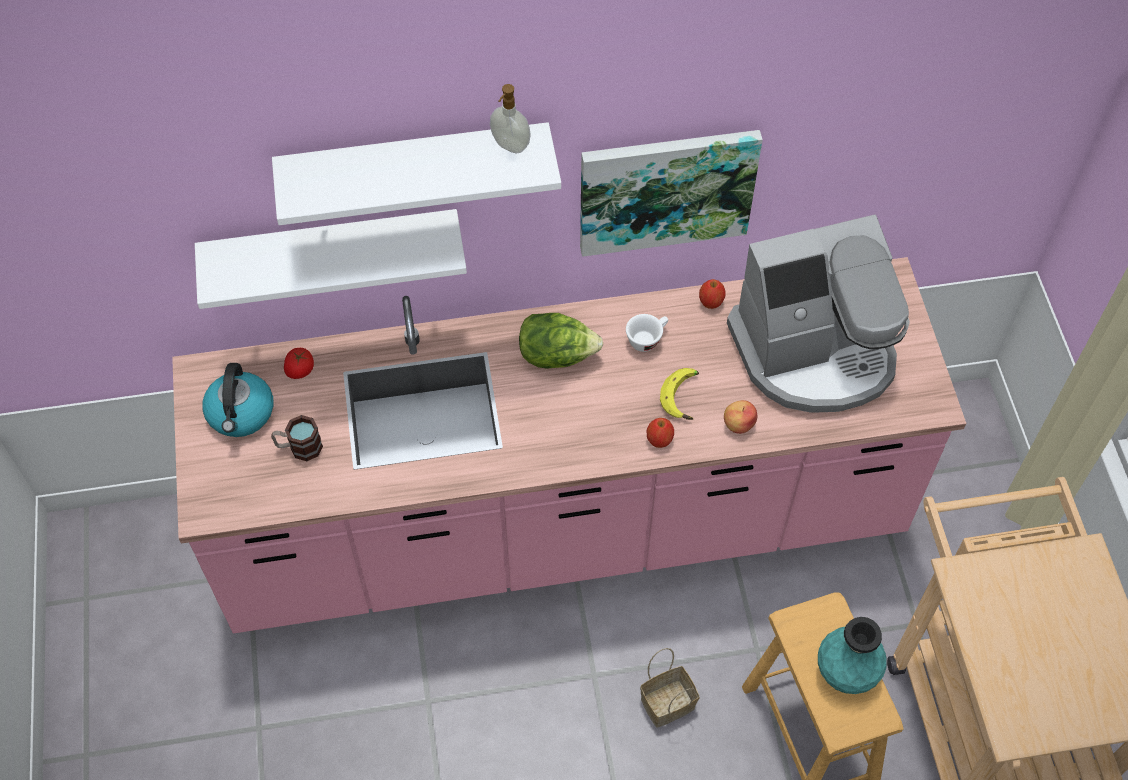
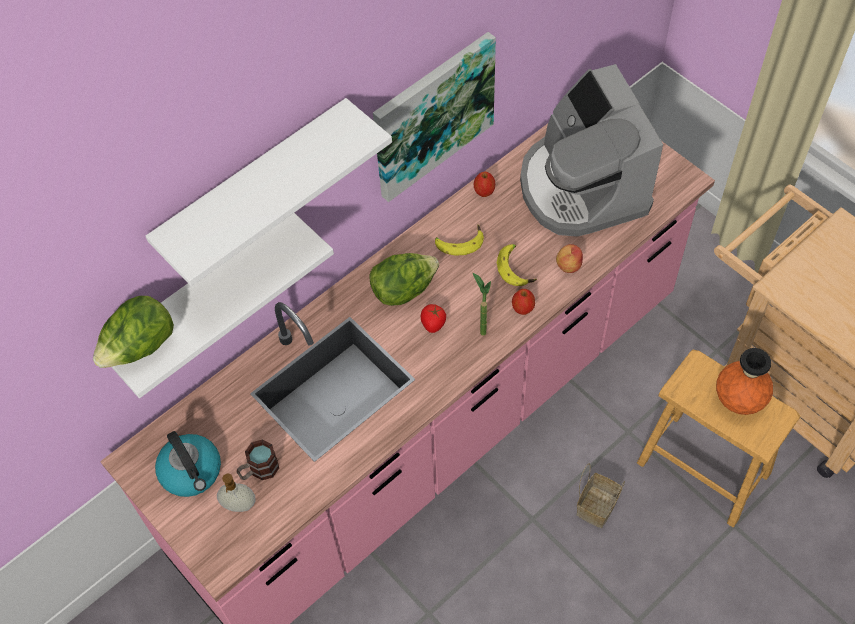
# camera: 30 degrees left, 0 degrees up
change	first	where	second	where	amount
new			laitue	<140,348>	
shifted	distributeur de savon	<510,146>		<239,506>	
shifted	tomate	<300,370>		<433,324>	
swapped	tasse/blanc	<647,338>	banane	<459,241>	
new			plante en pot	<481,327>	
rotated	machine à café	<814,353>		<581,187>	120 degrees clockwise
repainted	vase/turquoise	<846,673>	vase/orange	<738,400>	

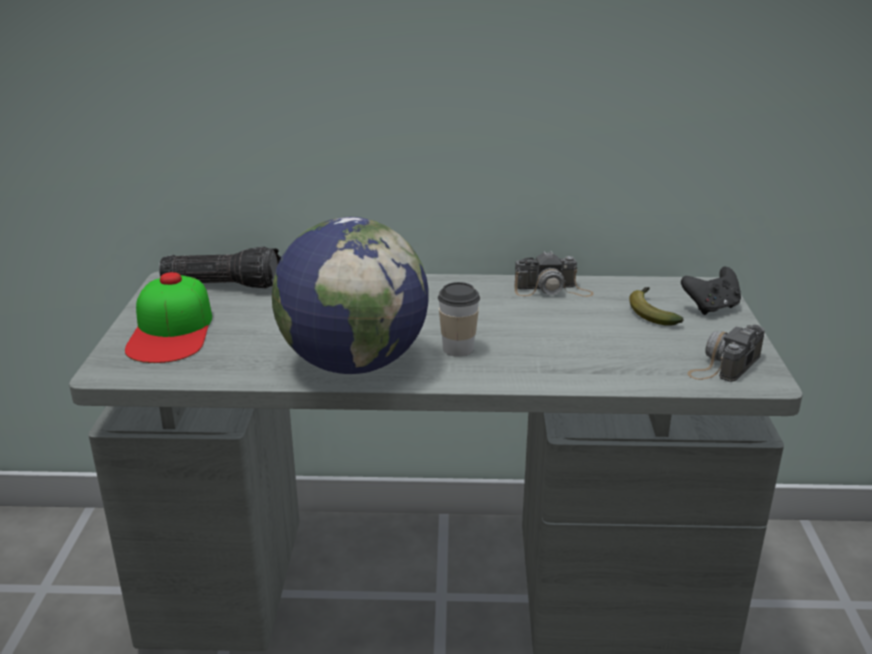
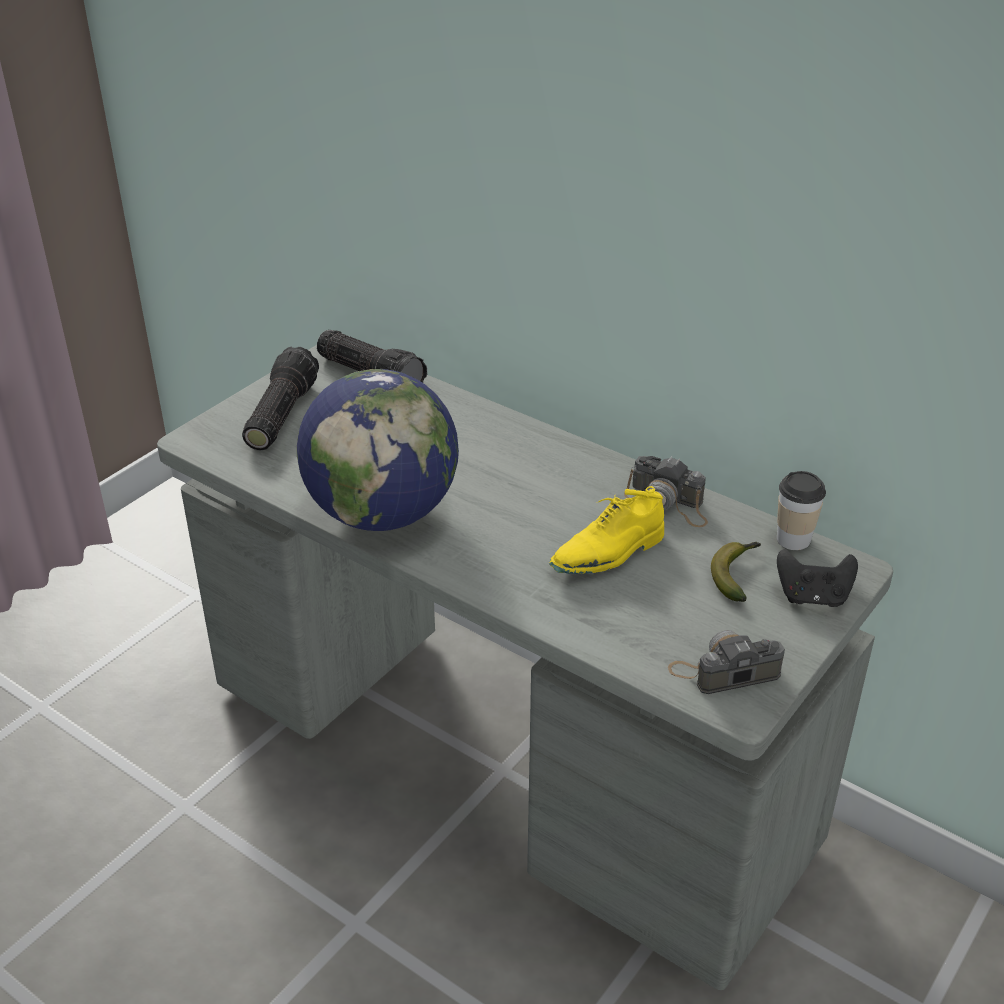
# camera: 35 degrees right, 10 degrees up
change	first	where	second	where	amount
swapped	casquette	<171,330>	lampe de poche	<279,414>	
new			chaussure/jaune	<608,554>	
shifted	tasse	<458,348>		<793,539>	

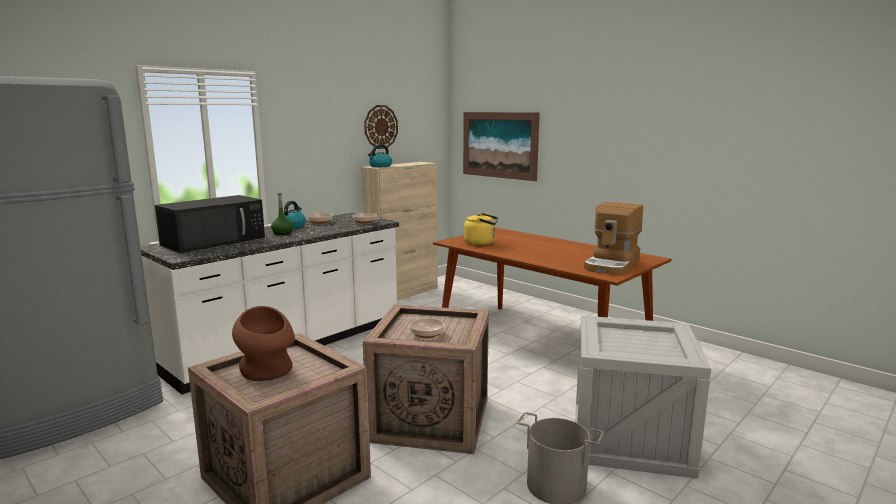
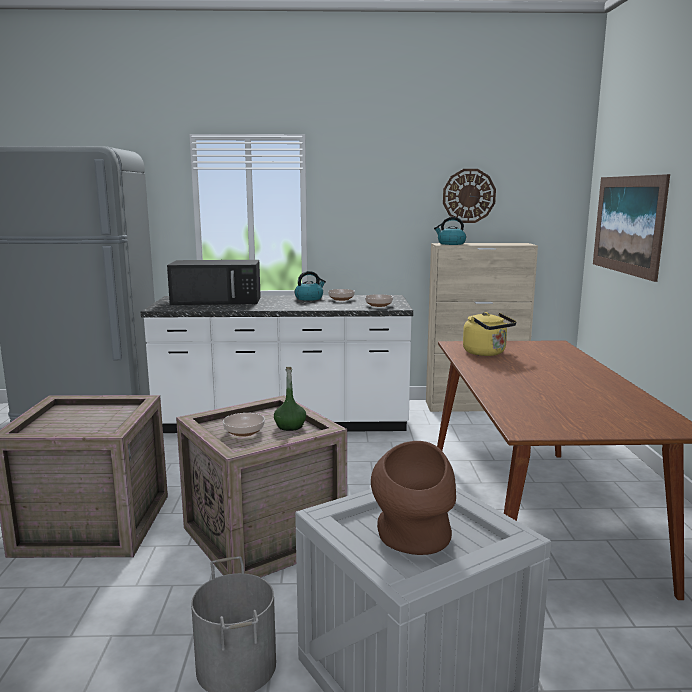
# camera: 45 degrees right, 0 degrees up
change	first	where	second	where	amount
shifted	bouteille/vert	<282,233>		<290,426>	
shifted	vase/marron	<267,373>		<413,541>	
gone	machine à café	<612,265>			

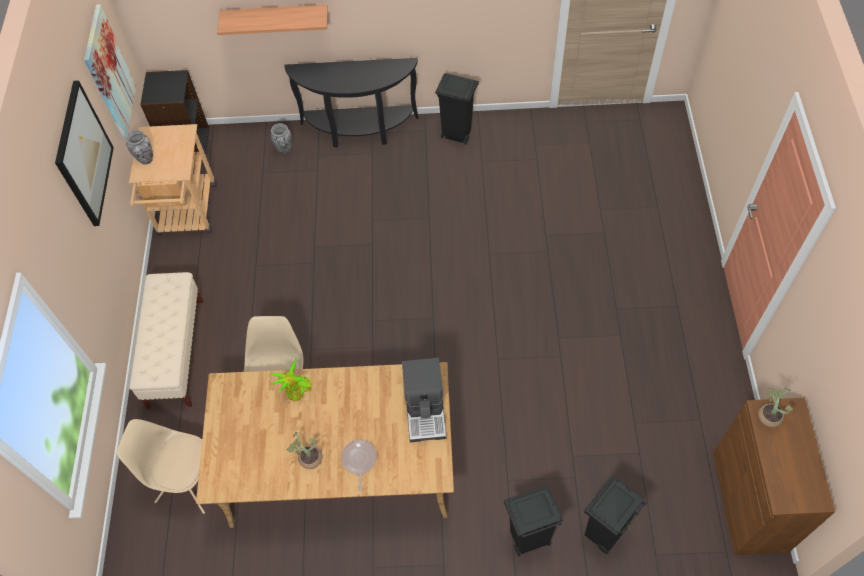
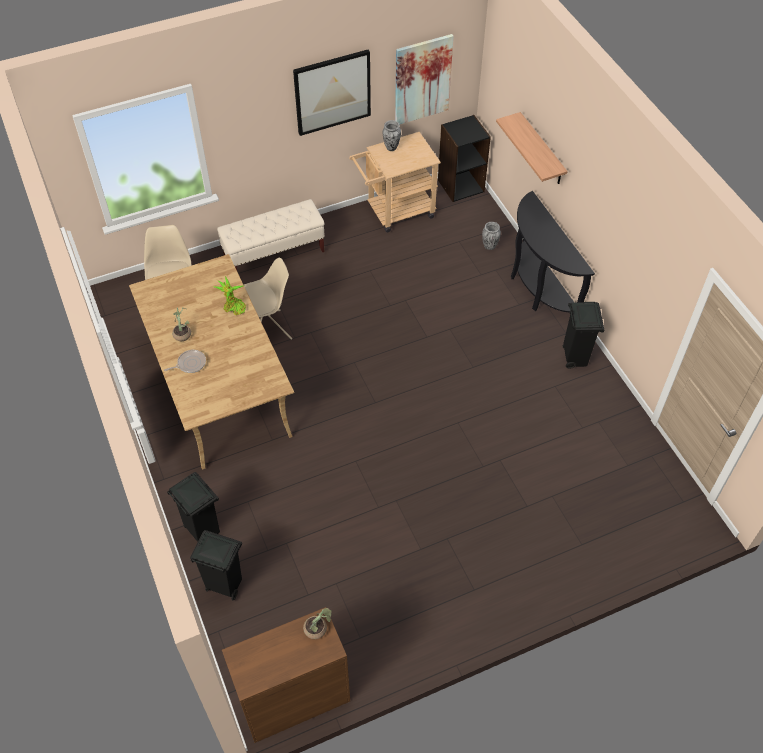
# camera: 65 degrees right, 5 degrees down
change	first	where	second	where	amount
gone	machine à café	<426,410>			

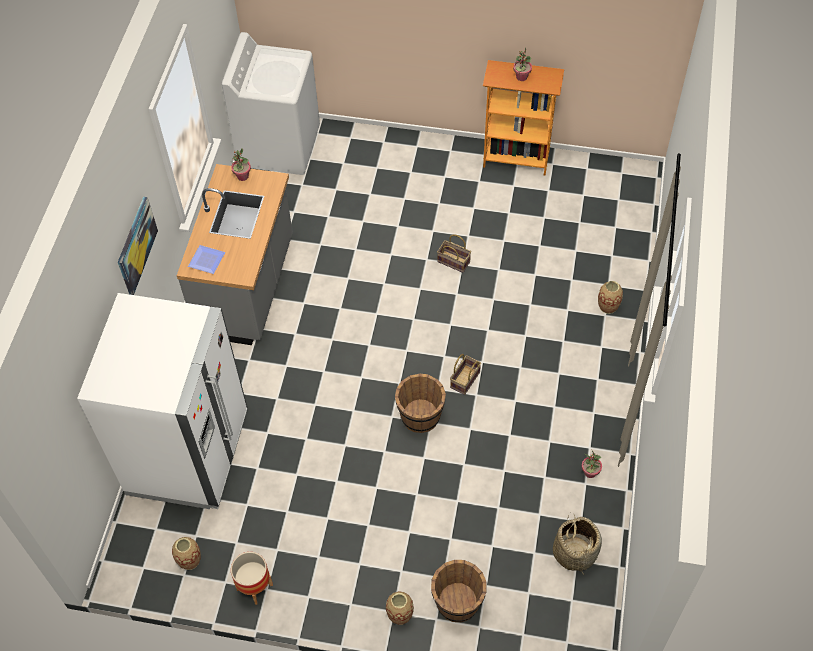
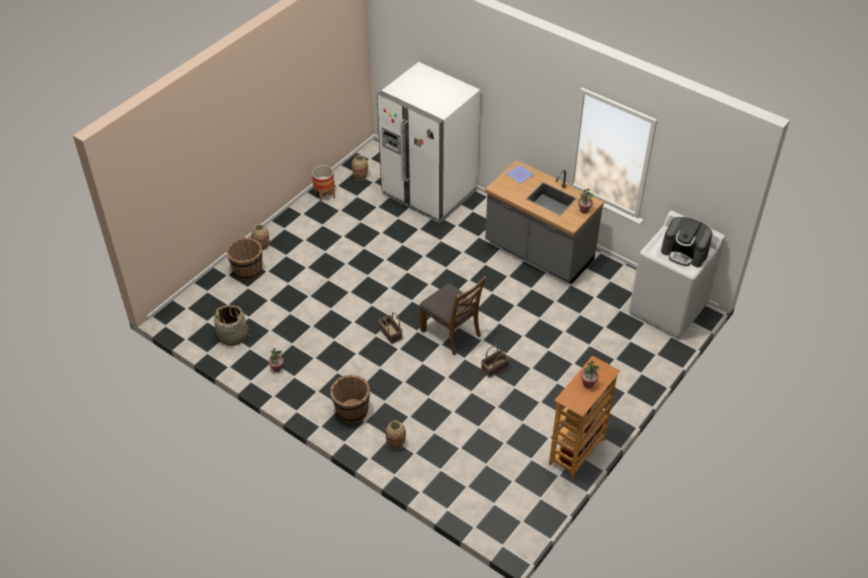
# camera: 115 degrees right, 10 degrees down
change	first	where	second	where	amount
shifted	seau/marron	<420,417>		<352,411>	
new			chaise/marron	<451,333>	
new			machine à café	<684,252>	
gone	tableau	<136,245>			

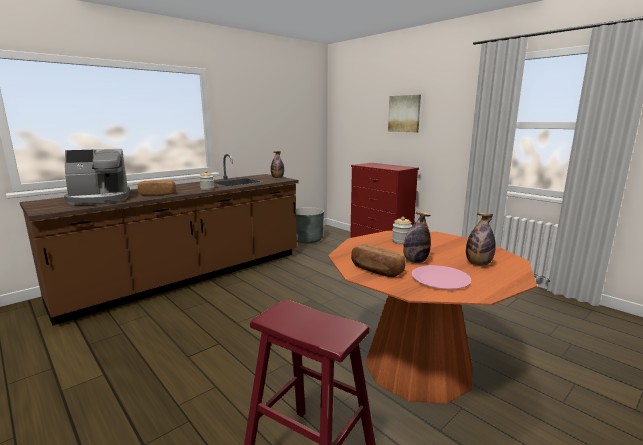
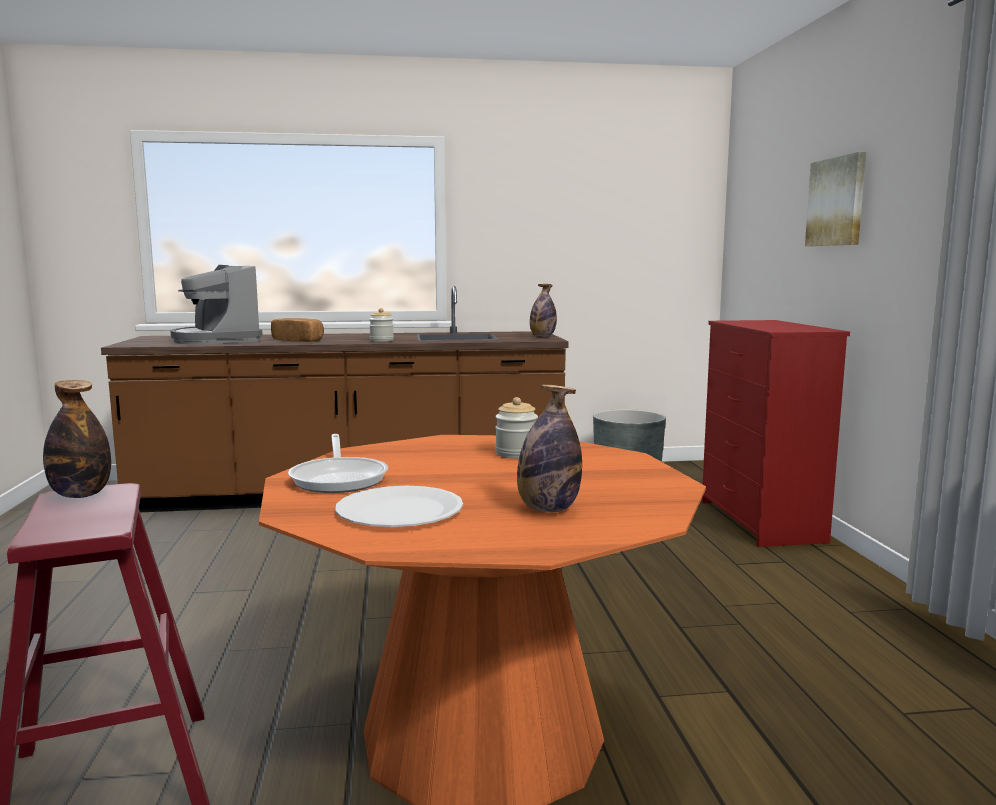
# camera: 35 degrees right, 5 degrees down
change	first	where	second	where	amount
shifted	bouteille	<415,261>		<81,495>	
rotated	machine à café	<99,199>		<217,340>	45 degrees clockwise
swapped	pain	<376,270>	poêle	<340,478>	
repainted	assiette/rose	<440,279>	assiette/blanc	<400,510>	

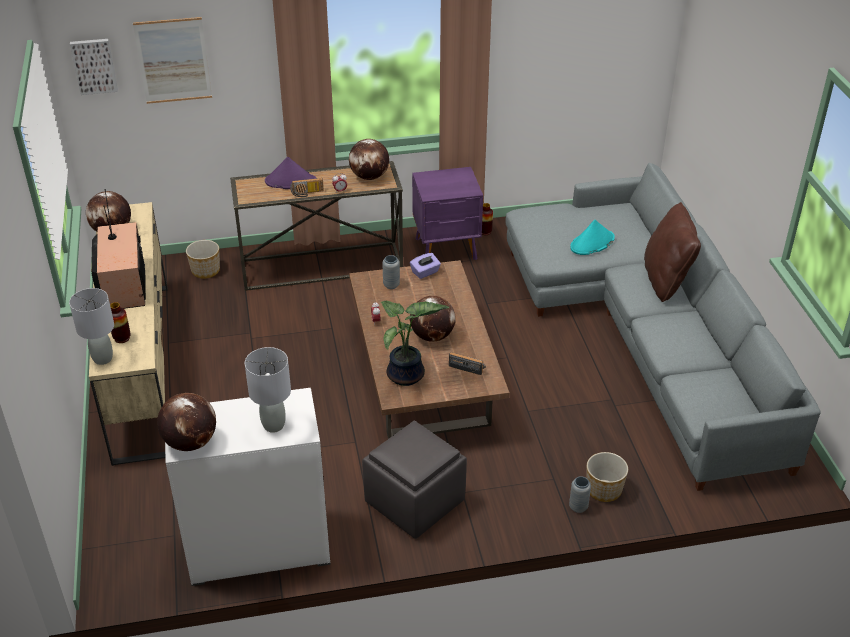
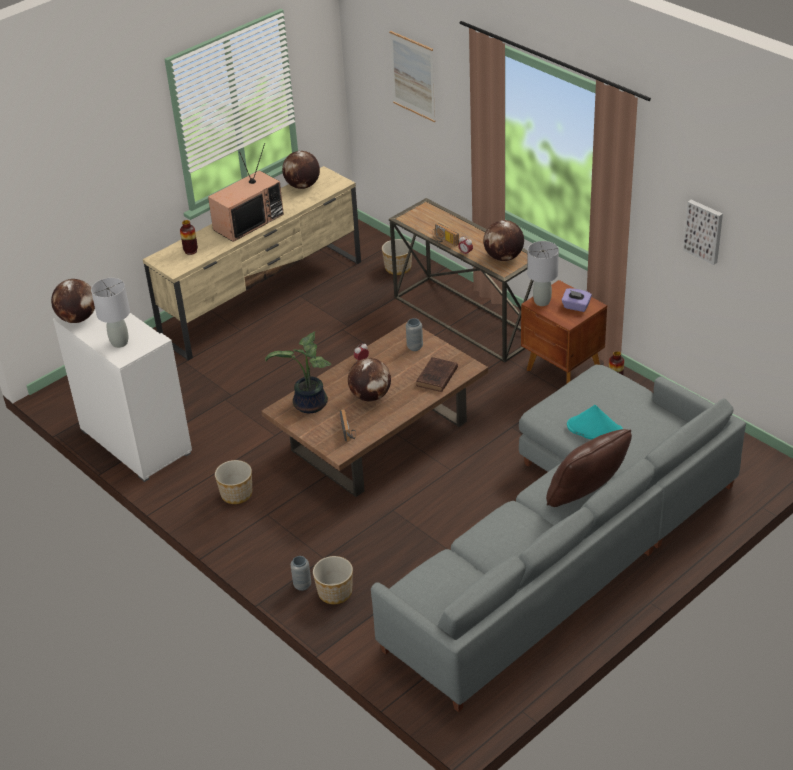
# camera: 60 degrees right, 0 degrees up
change	first	where	second	where	amount
swapped	pouf/gris	<415,502>	cache-pot	<236,494>	
new			livre/marron	<436,378>	
repainted	table de chevet/violet	<447,249>	table de chevet/marron	<563,371>	
shifted	lampe de table/gris	<103,359>		<541,302>	
shifted	boîte à mouchoirs/violet	<425,272>		<576,307>	
shifted	tableau	<94,65>		<704,231>	
gone	chapeau/violet	<290,181>			

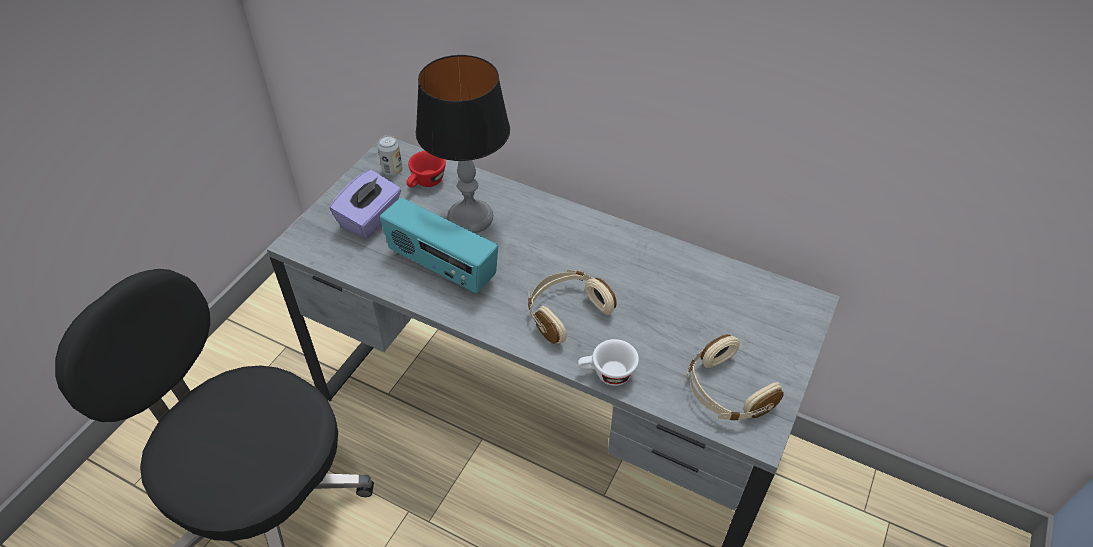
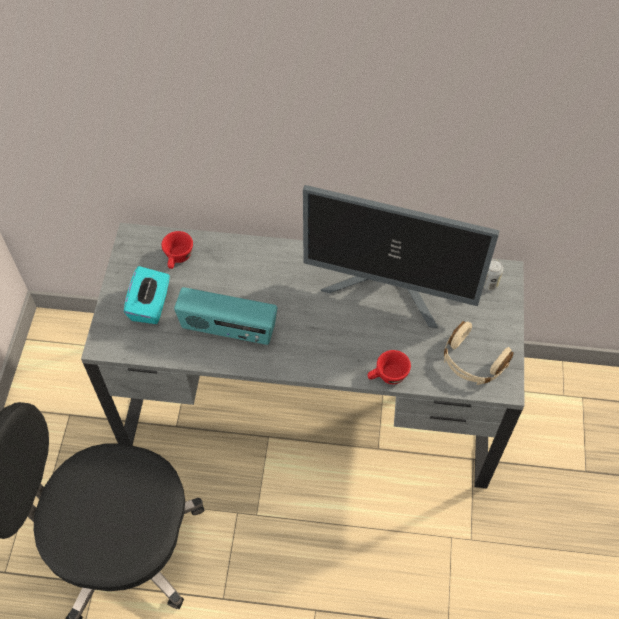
# camera: 20 degrees left, 10 degrees up
change	first	where	second	where	amount
repainted	boîte à mouchoirs/violet	<370,219>	boîte à mouchoirs/turquoise	<150,305>	
new			écran d'ordinateur	<389,290>	
repainted	tasse/blanc	<606,374>	tasse/rouge	<387,376>	
shifted	boîte métallique	<392,170>		<489,284>	
gone	lampe de table	<470,218>			
gone	casque audio/beige	<566,312>			

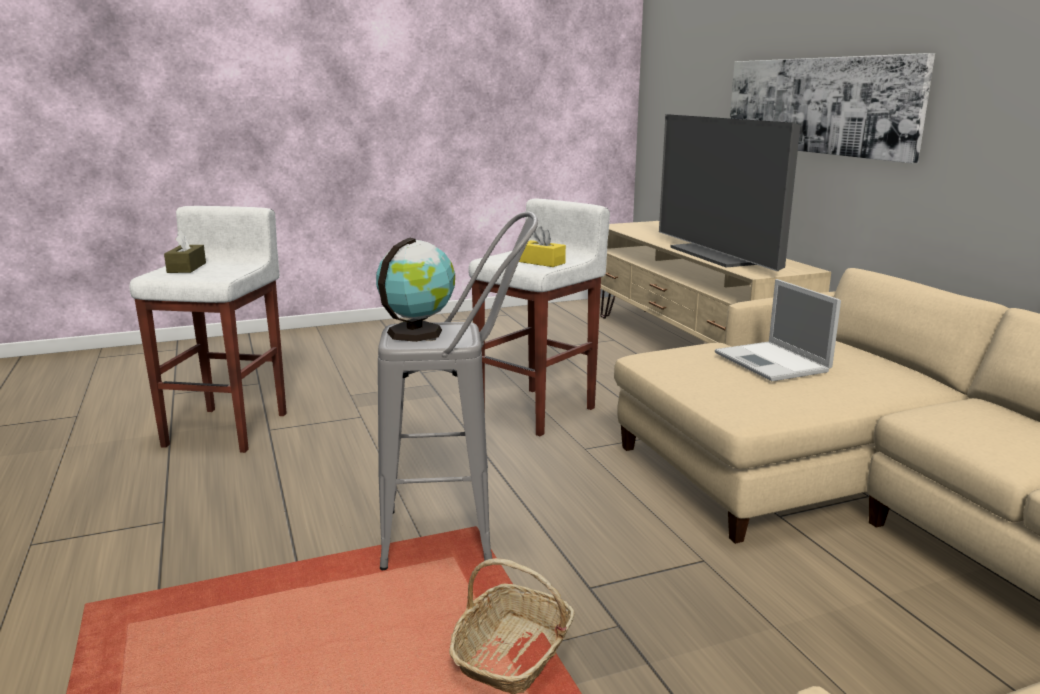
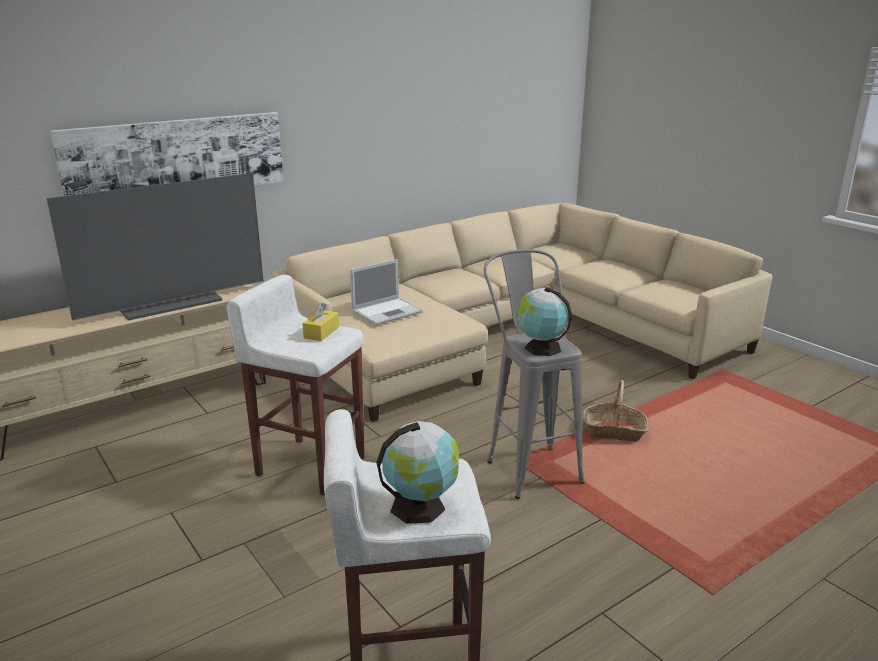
# camera: 105 degrees left, 5 degrees up
change	first	where	second	where	amount
swapped	boîte à mouchoirs/marron	<186,268>	globe	<420,506>	

